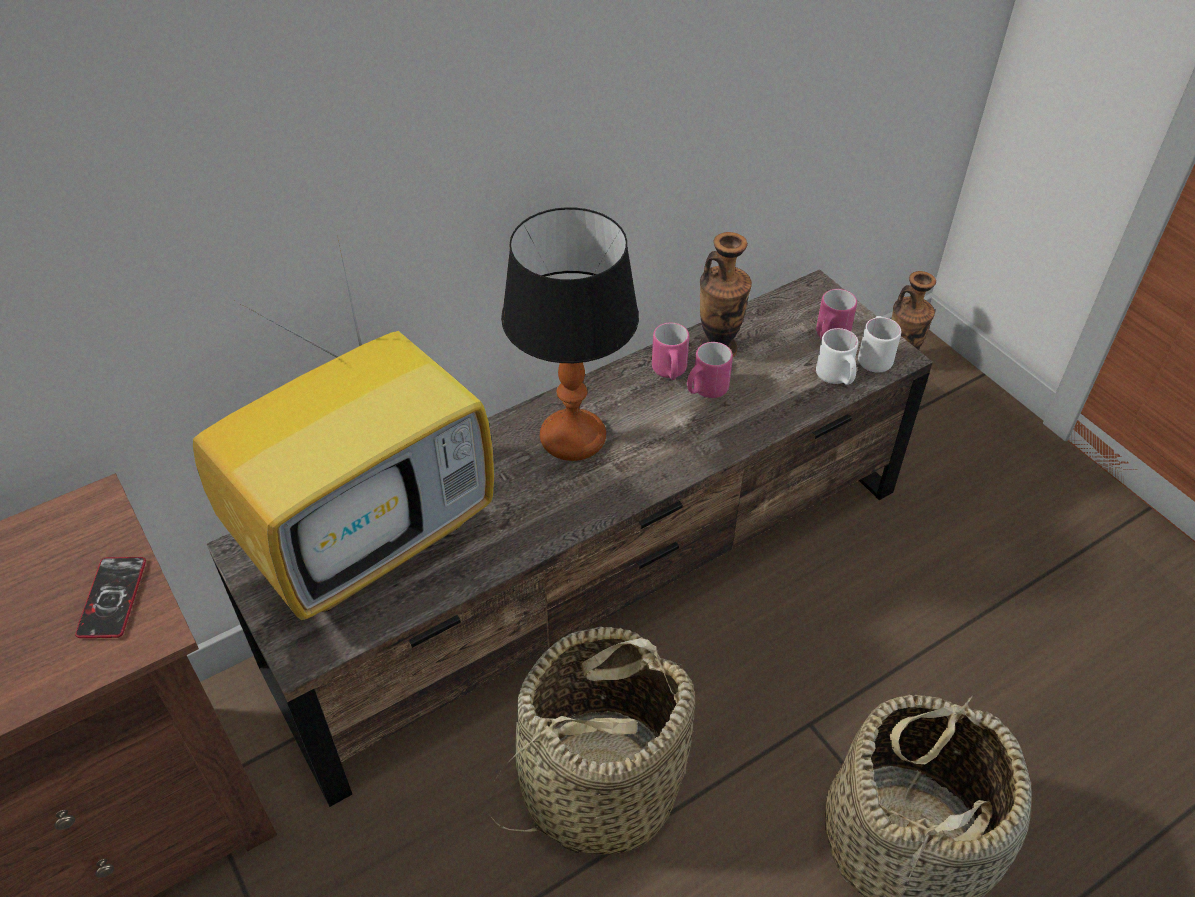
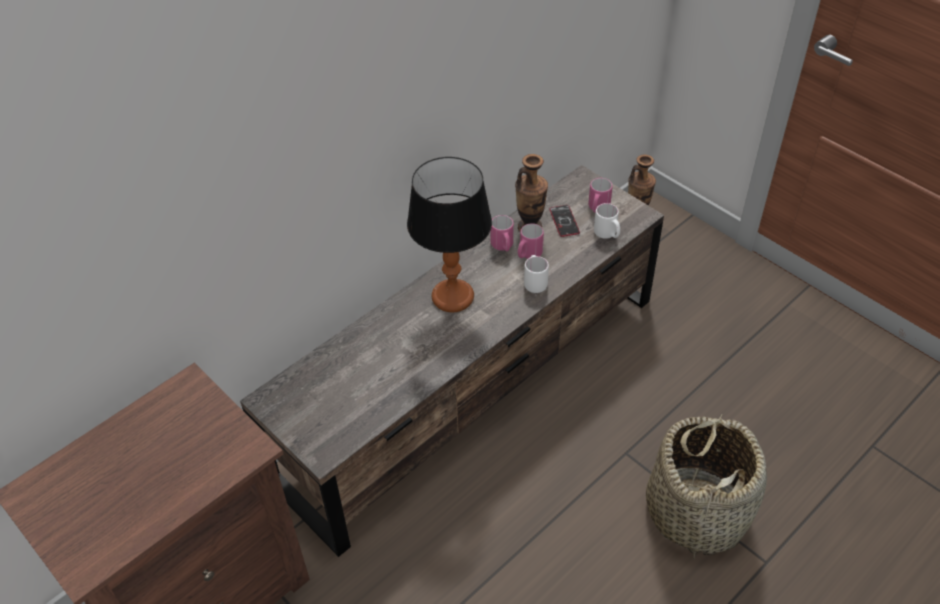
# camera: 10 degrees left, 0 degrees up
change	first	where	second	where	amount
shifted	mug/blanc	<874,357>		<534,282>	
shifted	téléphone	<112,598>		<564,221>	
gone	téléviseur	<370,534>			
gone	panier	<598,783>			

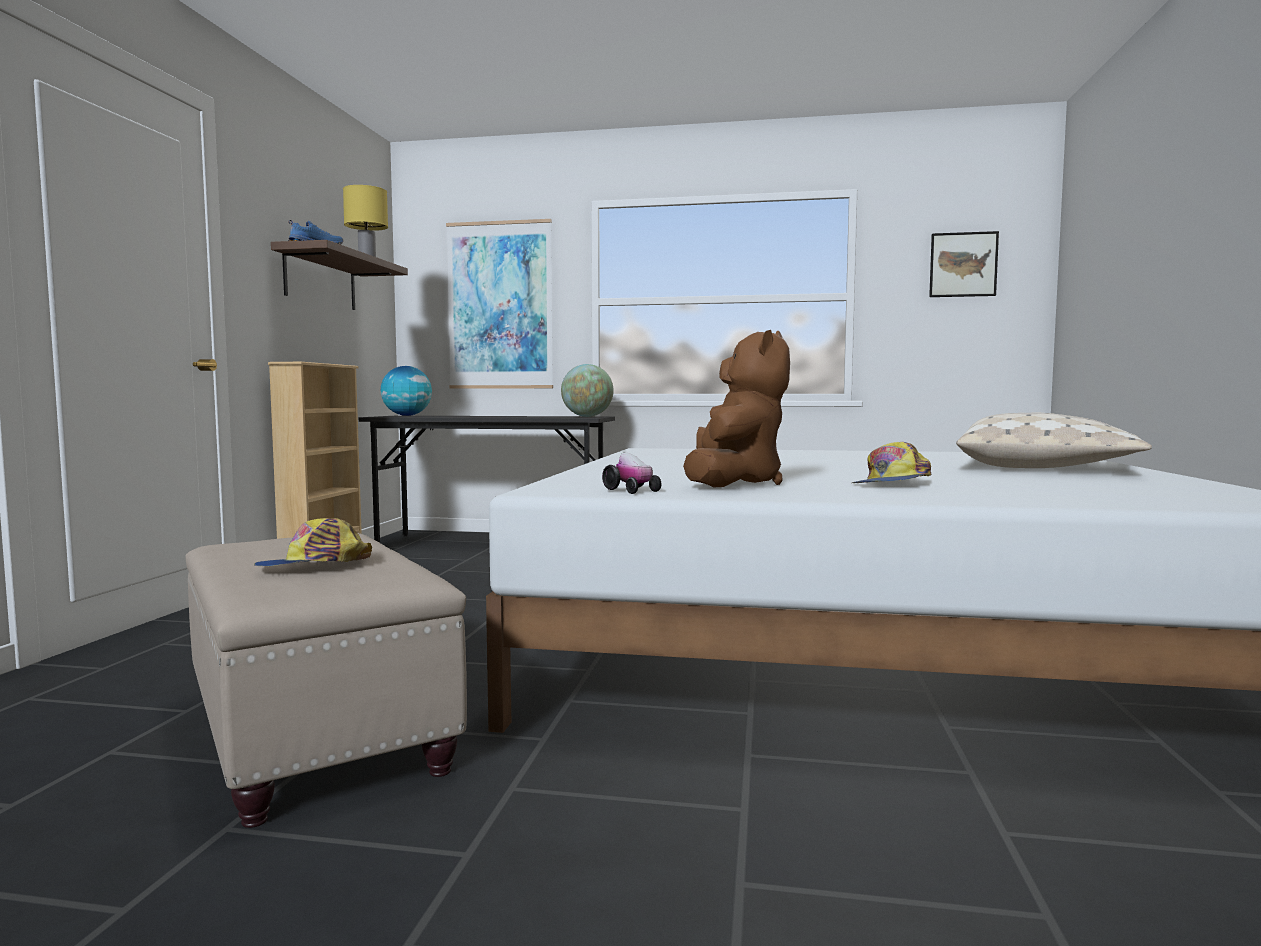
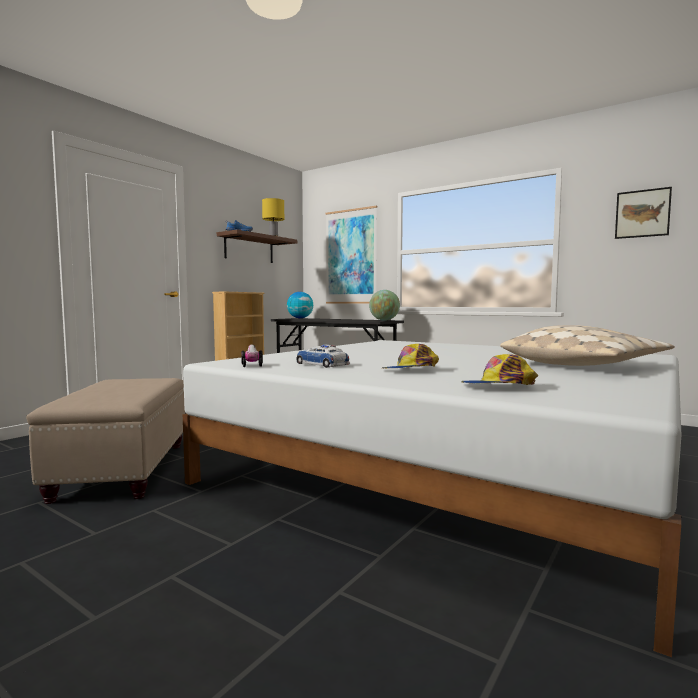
# camera: 25 degrees right, 0 degrees up
change	first	where	second	where	amount
swapped	peluche/marron	<733,483>	petite voiture	<322,364>	
shifted	casquette	<314,566>		<499,387>	

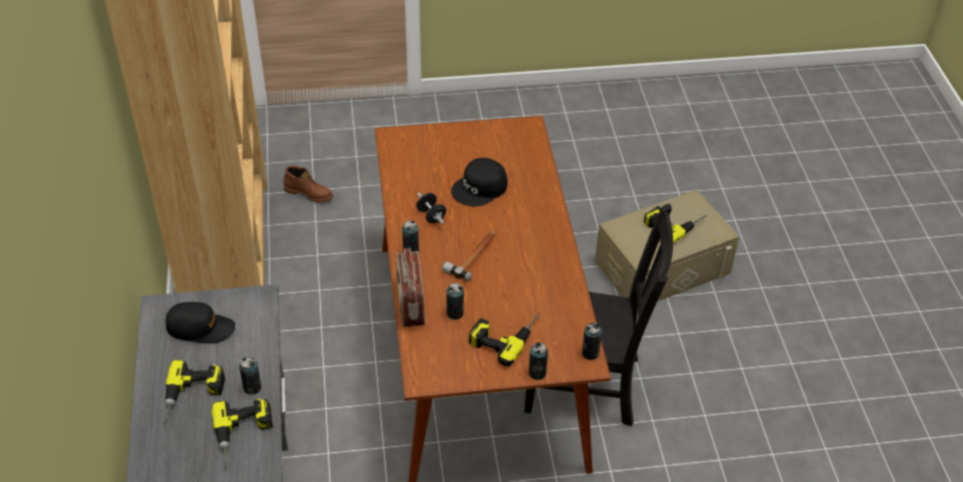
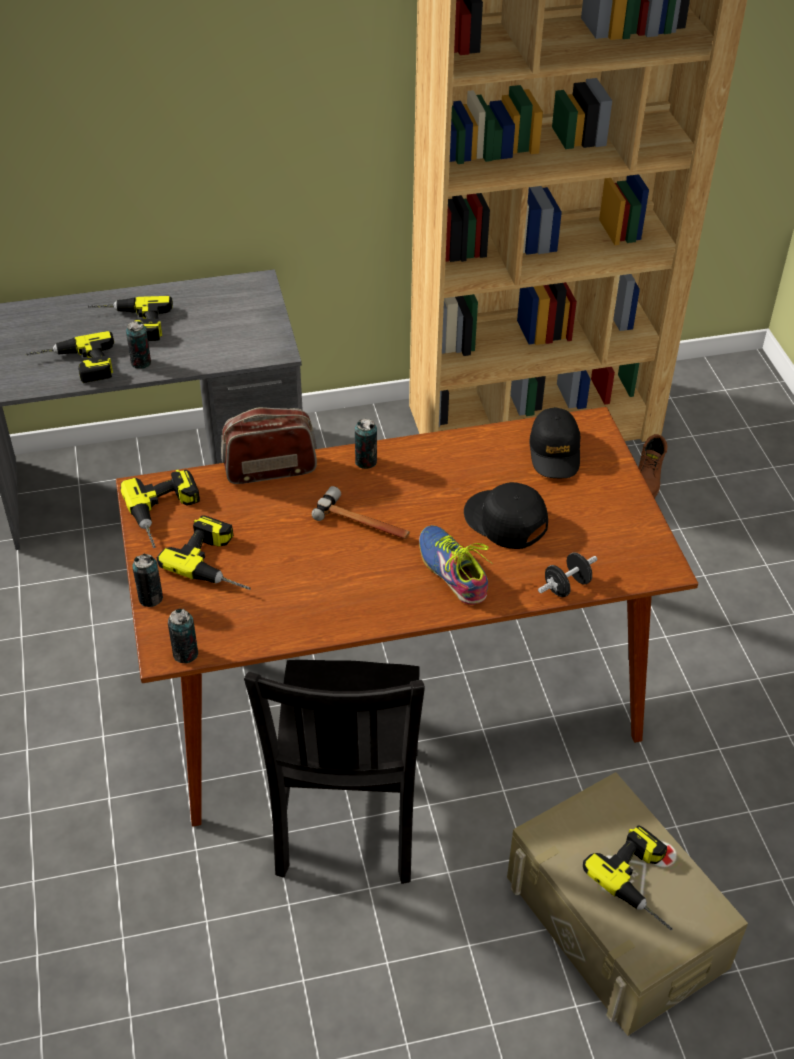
# camera: 85 degrees right, 0 degrees up
change	first	where	second	where	amount
new			perceuse	<167,514>	
new			chaussure	<452,571>	
shifted	casquette/noir	<200,328>		<555,452>	
shifted	haltère/noir	<431,216>		<566,586>	
gone	boîte métallique	<454,313>			

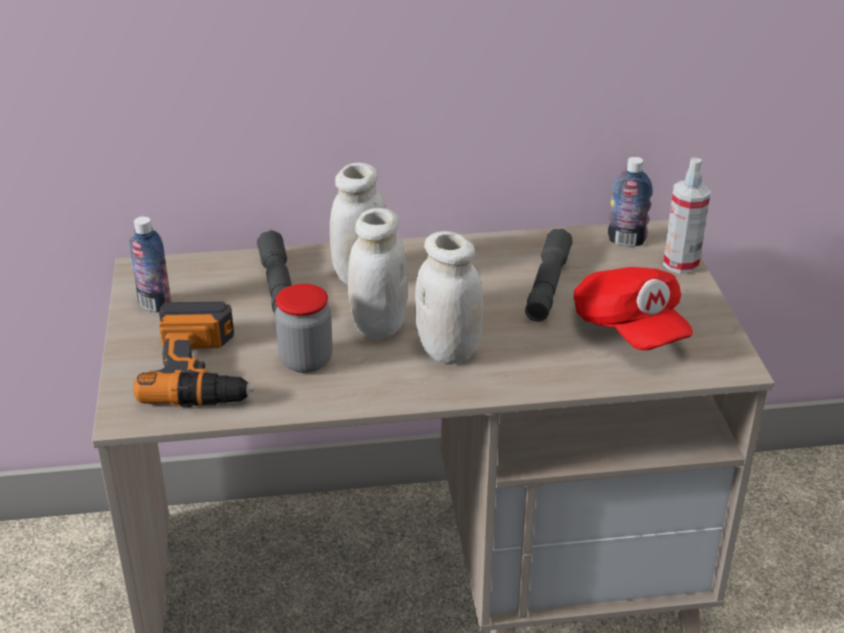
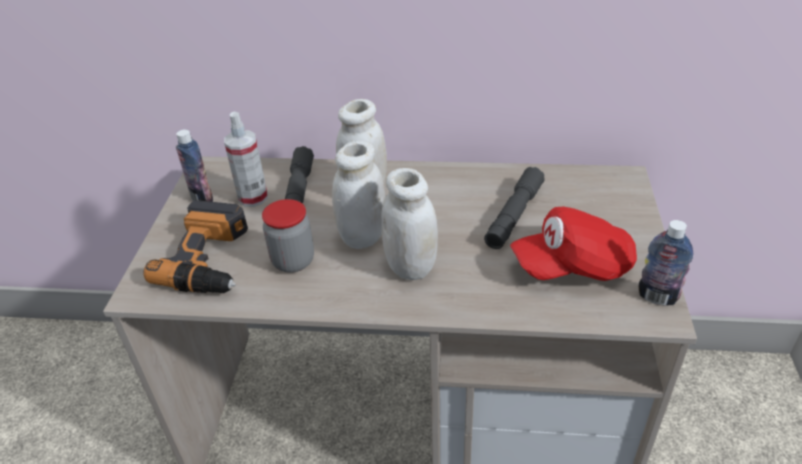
# camera: 15 degrees right, 5 degrees up
change	first	where	second	where	amount
shifted	vaporisateur	<681,263>		<253,197>	
rotated	casquette/rouge	<629,329>		<573,266>	90 degrees clockwise
shifted	bouteille	<626,241>		<657,297>	

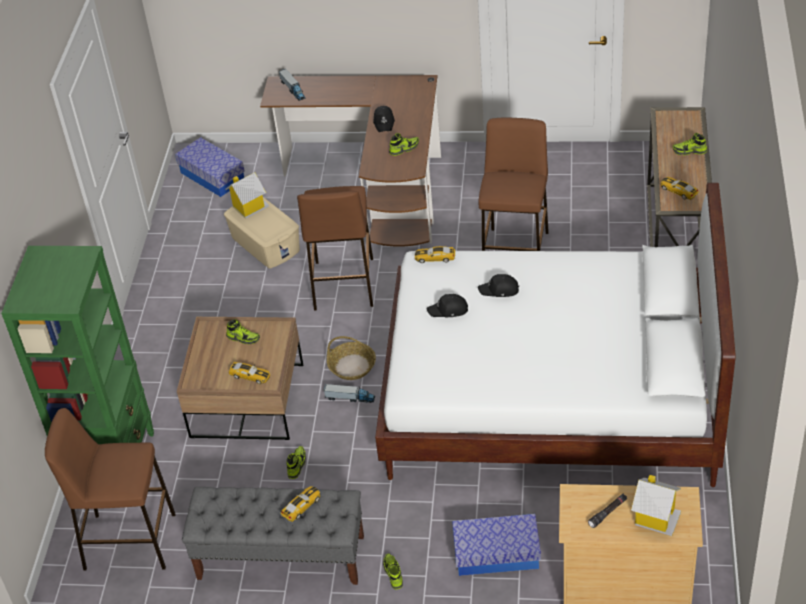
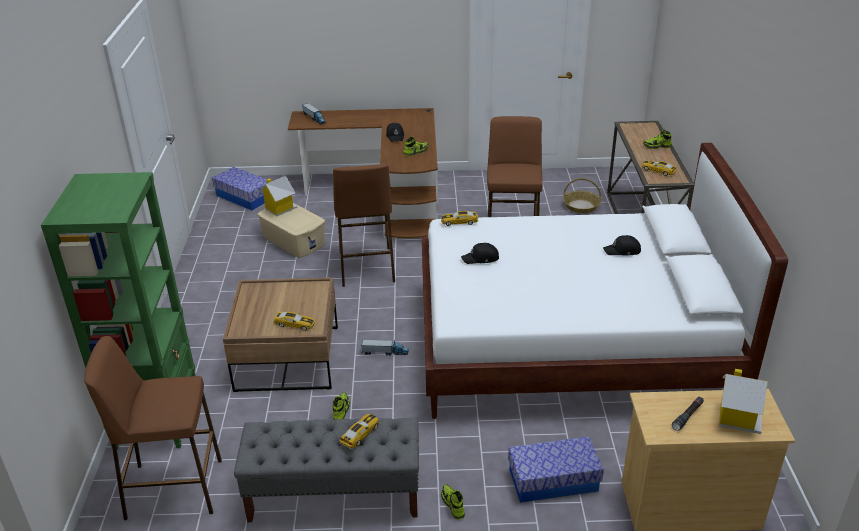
# camera: 10 degrees left, 10 degrees down
change	first	where	second	where	amount
shifted	panier	<351,366>		<580,206>	
shifted	casquette/noir	<499,290>		<622,251>	
gone	chaussure	<243,338>			

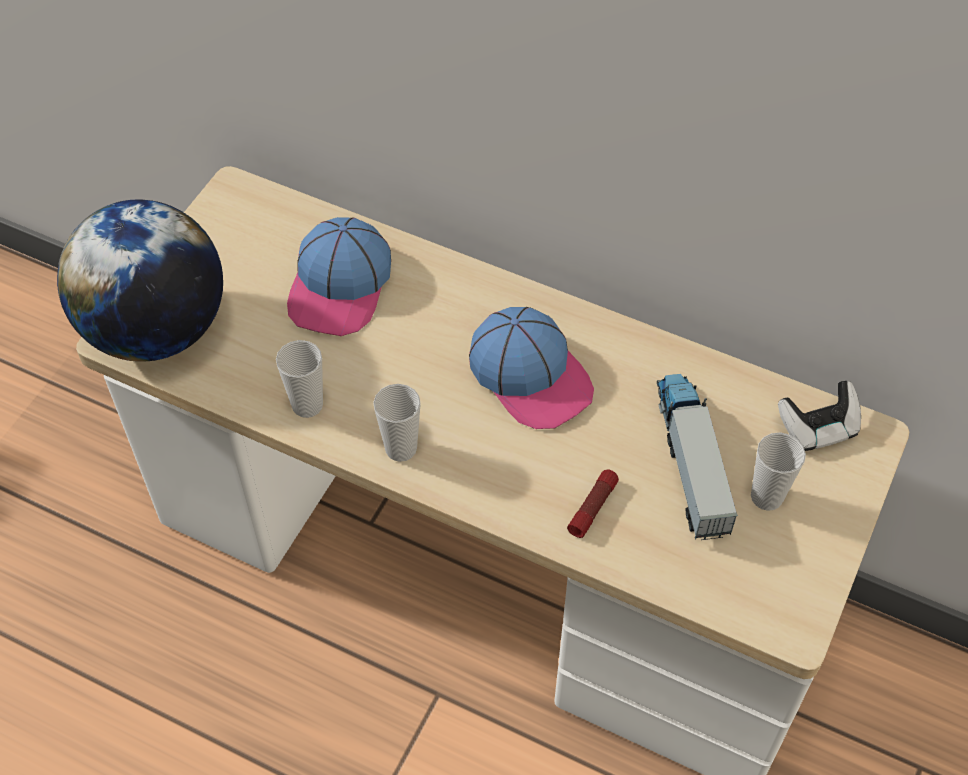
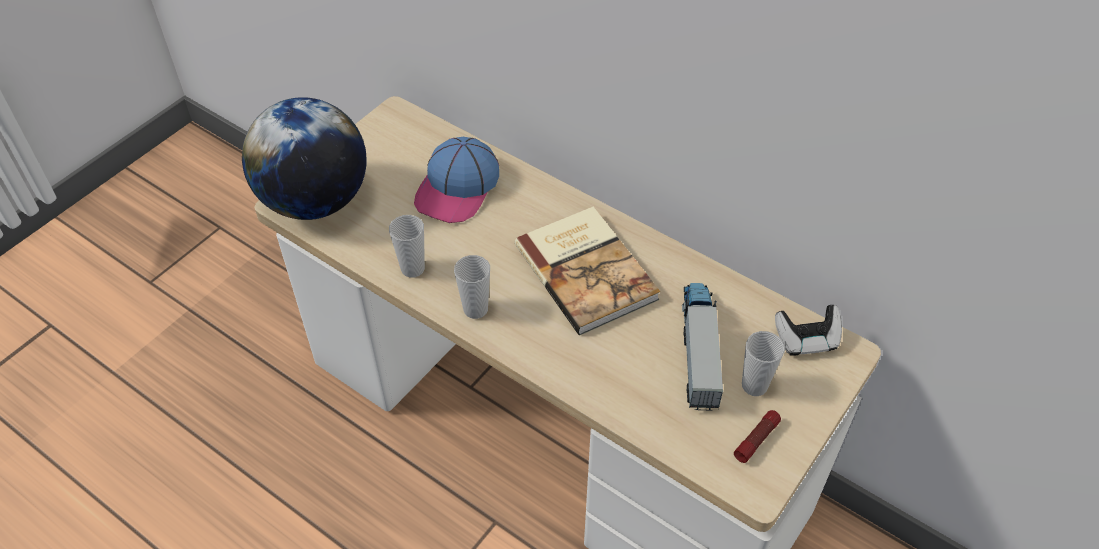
# camera: 10 degrees right, 5 degrees down
change	first	where	second	where	amount
swapped	casquette	<531,375>	livre	<587,270>	
shifted	lampe de poche	<592,507>		<756,440>	

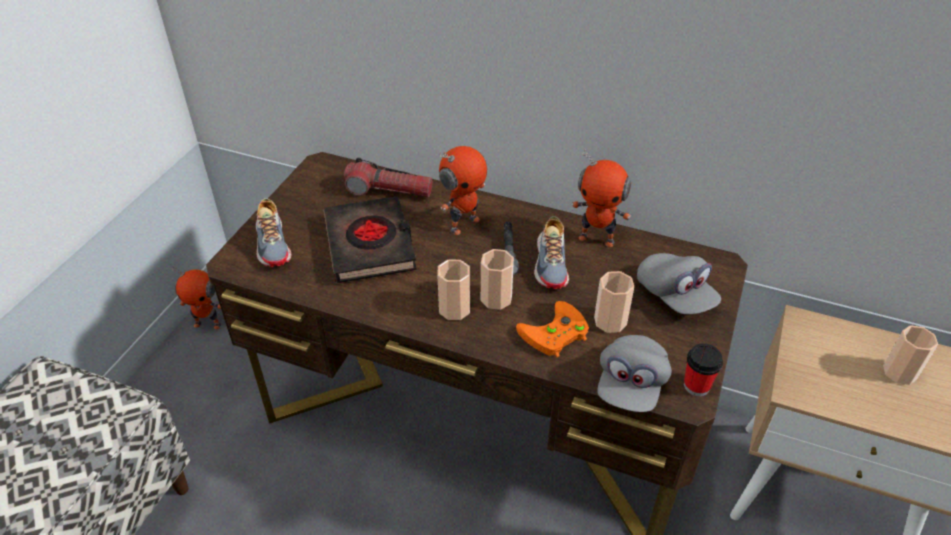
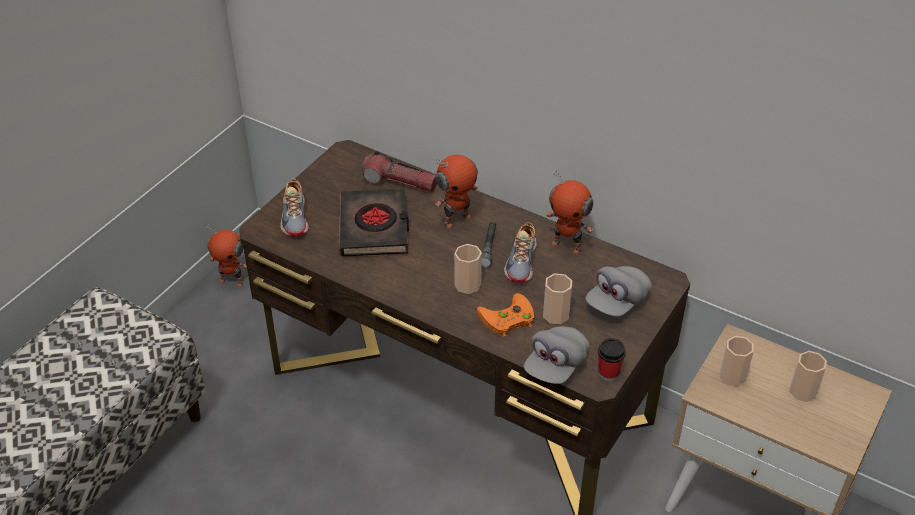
# camera: 10 degrees right, 0 degrees up
change	first	where	second	where	amount
rotated	casquette/gris	<675,296>		<617,301>	60 degrees clockwise
shifted	tasse	<454,309>		<732,376>	

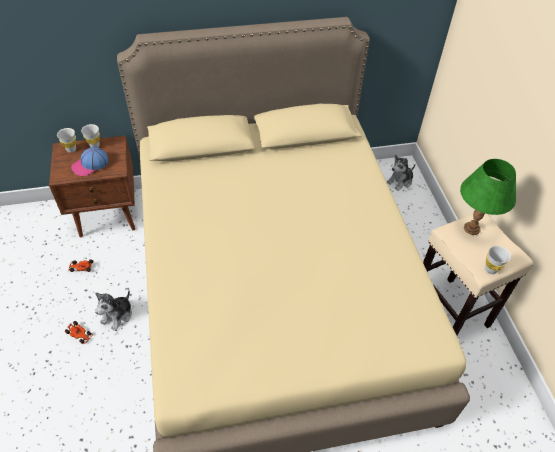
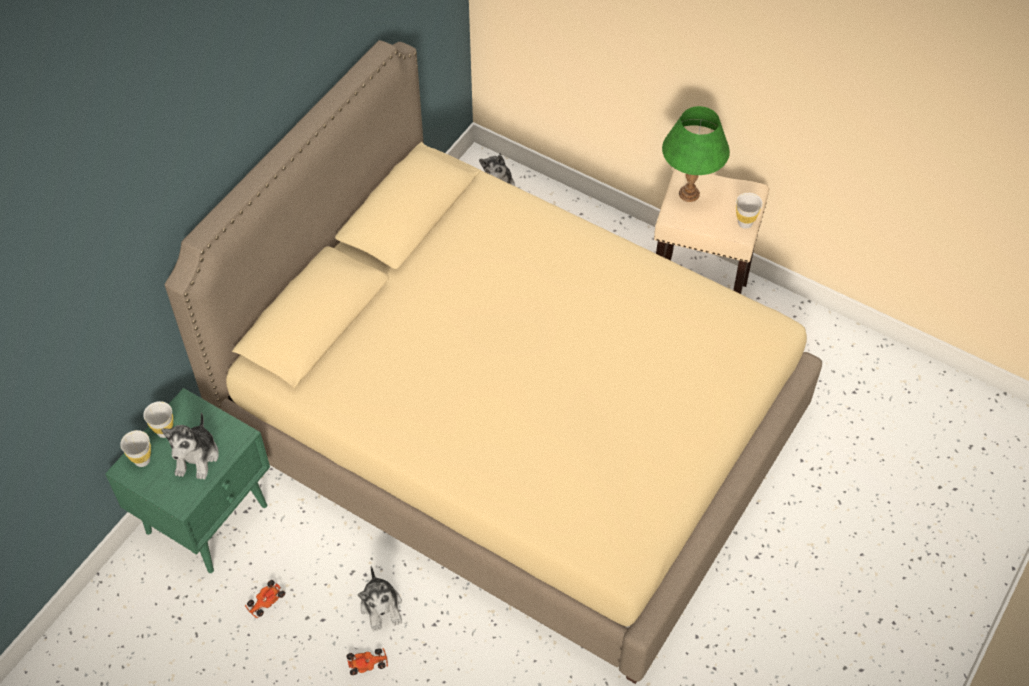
# camera: 45 degrees left, 5 degrees up
change	first	where	second	where	amount
repainted	table de chevet/marron	<108,215>	table de chevet/vert	<209,517>	
swapped	casquette	<90,165>	peluche	<197,457>	

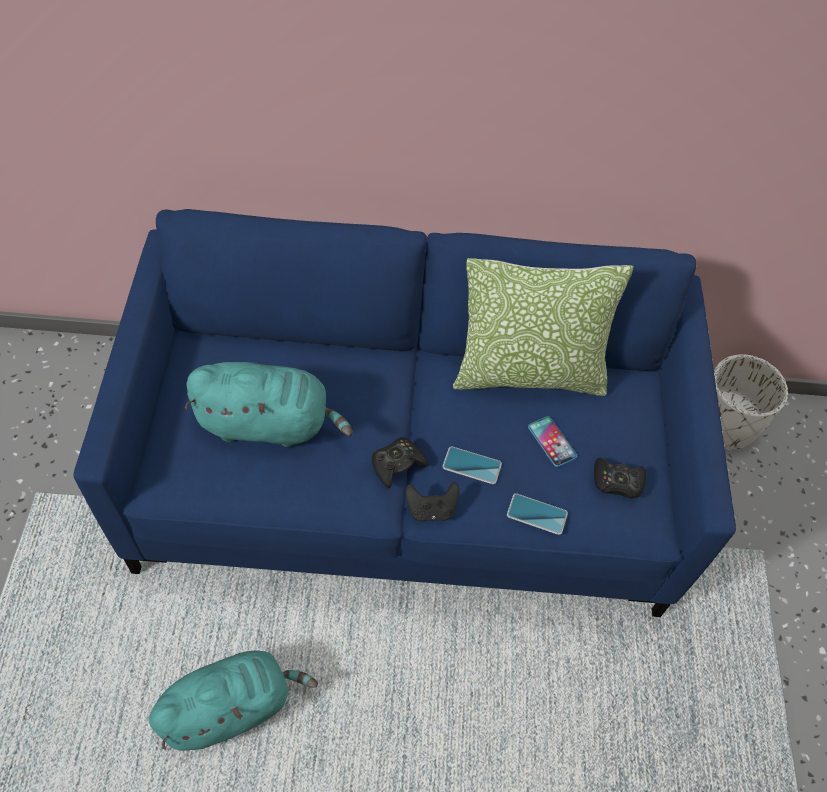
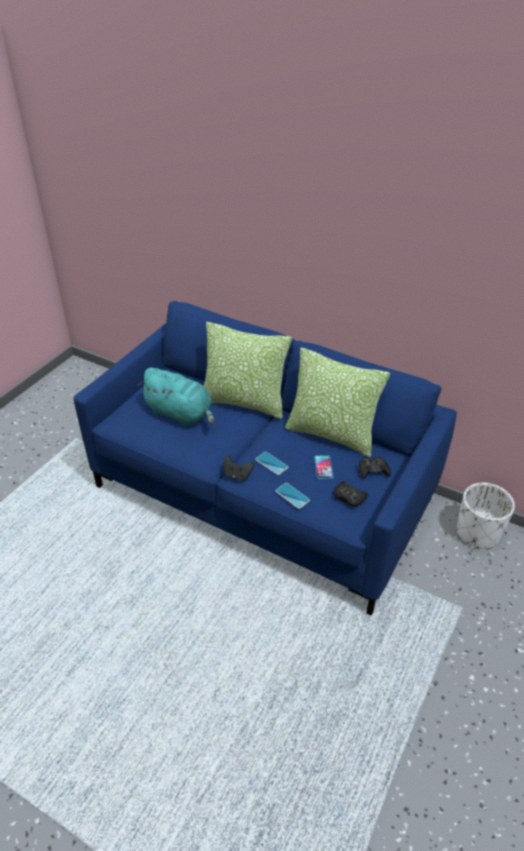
# camera: 30 degrees right, 15 degrees down
change	first	where	second	where	amount
new			coussin	<244,402>	
shifted	manette/noir	<397,464>		<373,471>	
gone	peluche/turquoise	<231,707>			

